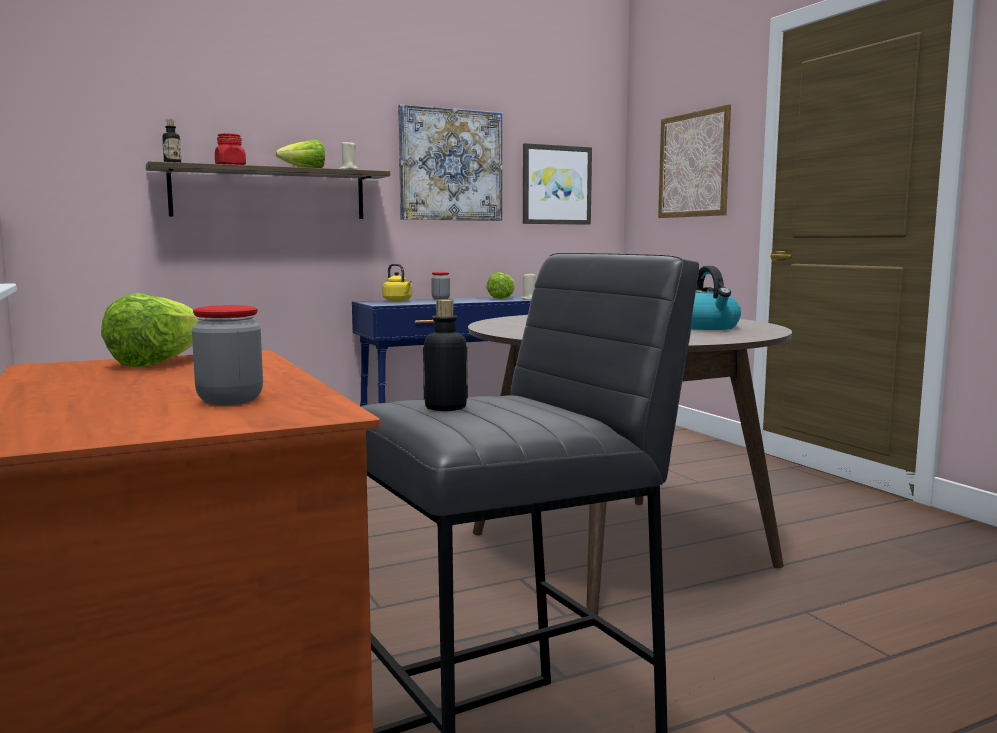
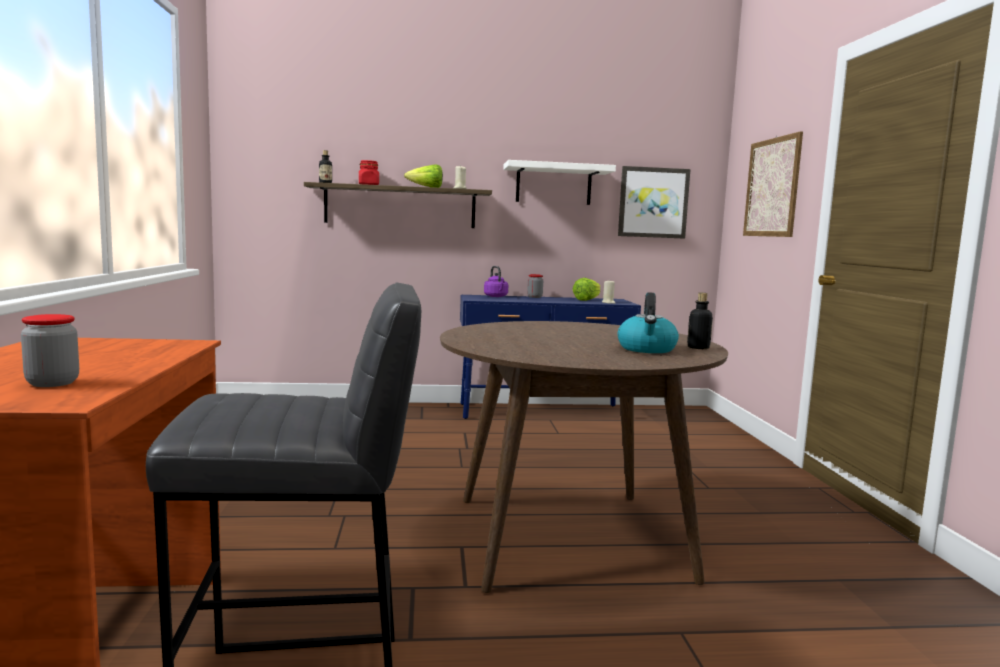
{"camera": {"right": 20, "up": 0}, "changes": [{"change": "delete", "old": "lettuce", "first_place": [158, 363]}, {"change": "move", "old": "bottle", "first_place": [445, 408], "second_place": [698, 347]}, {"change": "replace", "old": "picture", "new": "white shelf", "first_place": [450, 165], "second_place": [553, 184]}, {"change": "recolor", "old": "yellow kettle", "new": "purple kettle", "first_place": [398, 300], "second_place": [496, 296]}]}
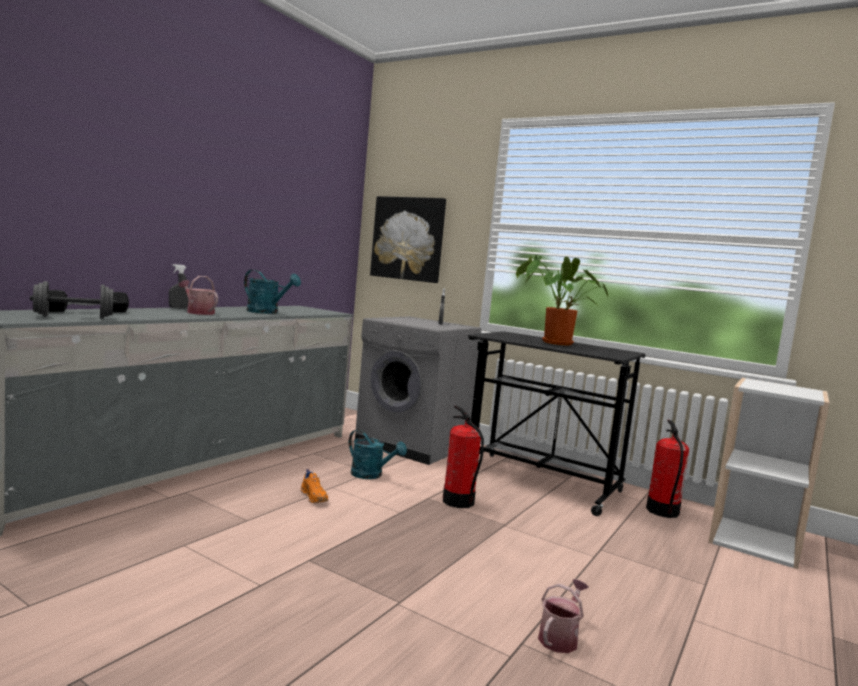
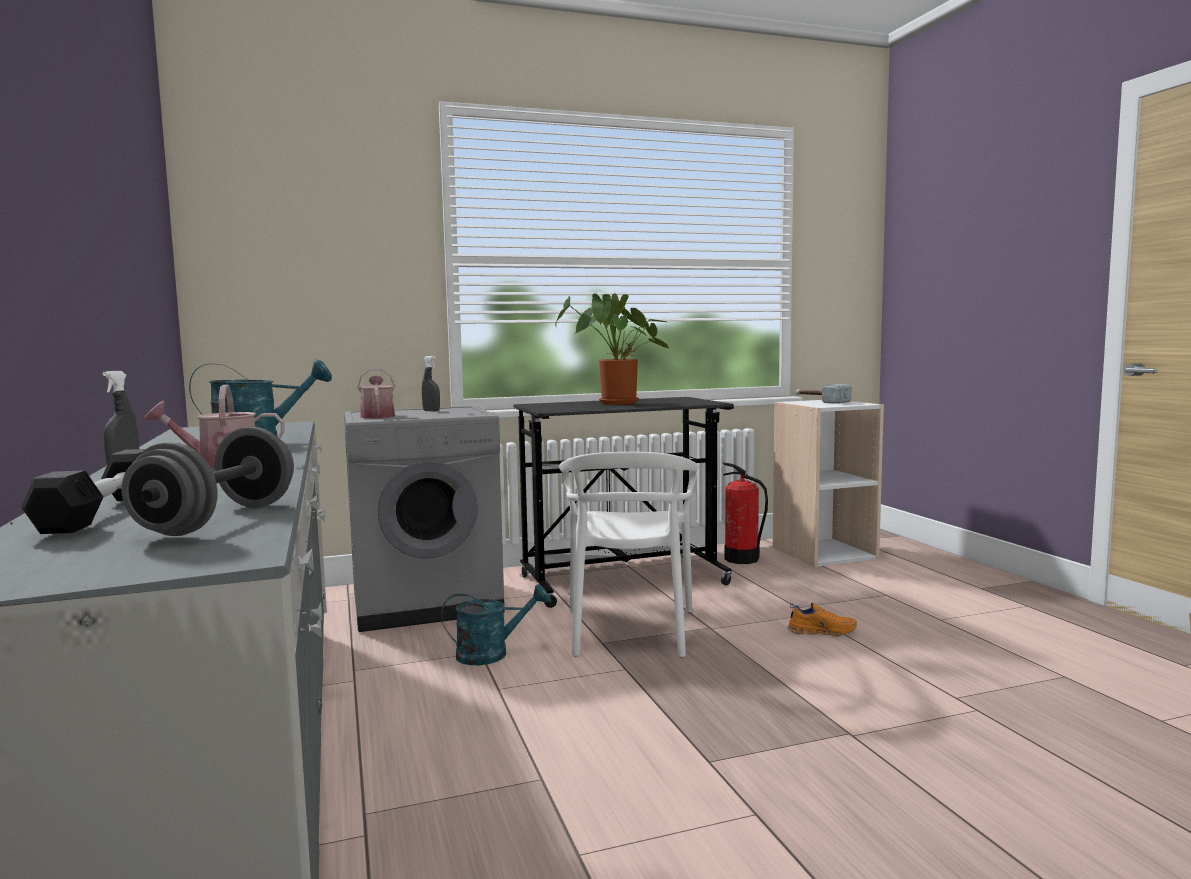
{"camera": {"right": -50, "up": 0}, "changes": [{"change": "delete", "old": "picture", "first_place": [408, 239]}, {"change": "insert", "new": "hammer", "second_place": [820, 401]}, {"change": "move", "old": "orange shoe", "first_place": [314, 497], "second_place": [821, 631]}, {"change": "move", "old": "watering can", "first_place": [560, 637], "second_place": [377, 416]}, {"change": "replace", "old": "fire extinguisher", "new": "white chair", "first_place": [458, 501], "second_place": [629, 631]}]}
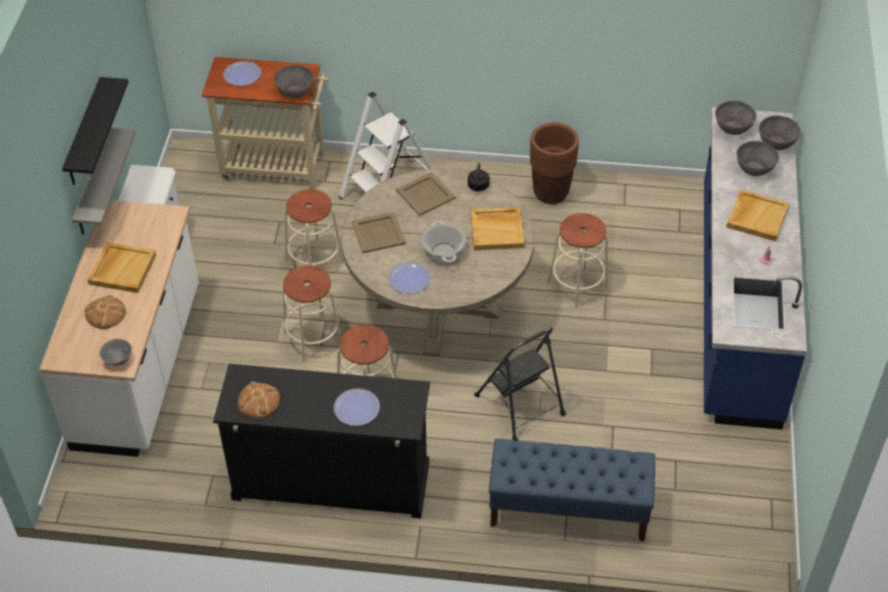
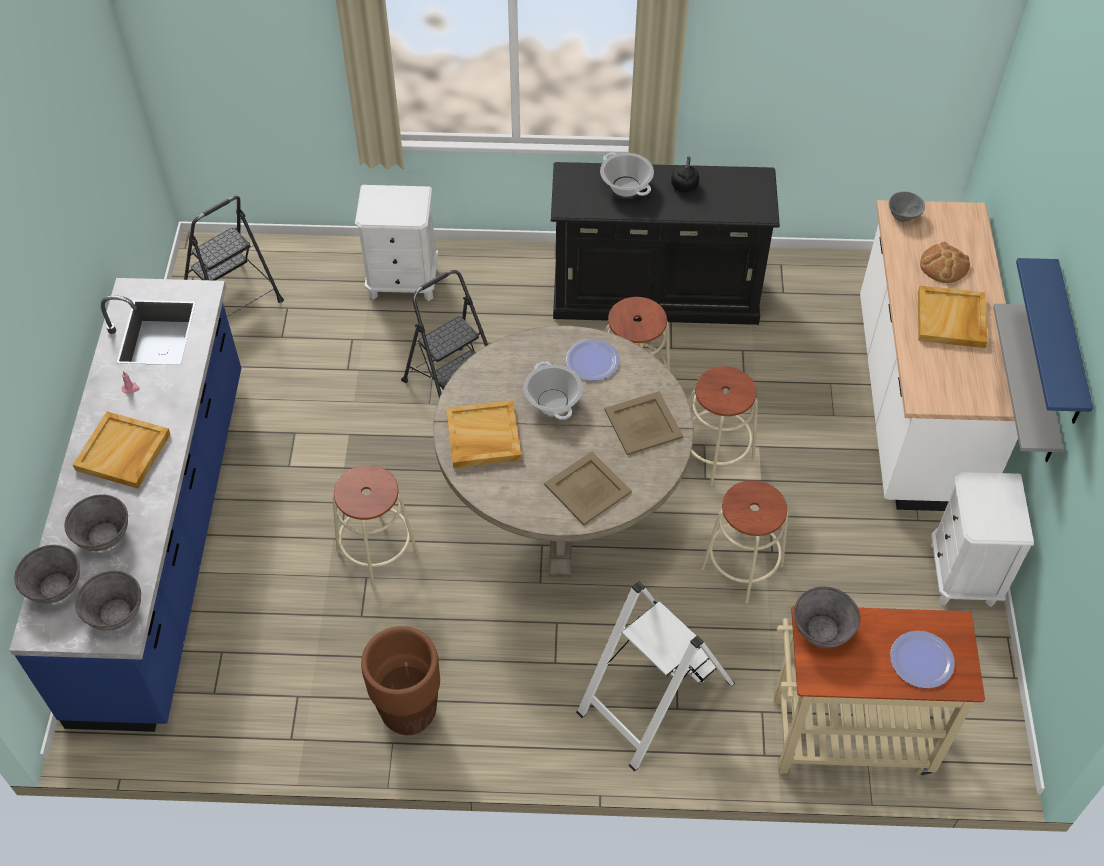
{"camera": {"right": 175, "up": 5}, "changes": [{"change": "delete", "old": "bread", "first_place": [259, 401]}, {"change": "insert", "new": "black step ladder", "second_place": [233, 296]}, {"change": "move", "old": "black kettle", "first_place": [478, 187], "second_place": [684, 184]}, {"change": "replace", "old": "plate", "new": "cooking pot", "first_place": [357, 408], "second_place": [625, 186]}, {"change": "replace", "old": "blue bench", "new": "white nightstand", "first_place": [568, 510], "second_place": [403, 282]}, {"change": "recolor", "old": "black shelf", "new": "blue shelf", "first_place": [84, 134], "second_place": [1068, 346]}]}
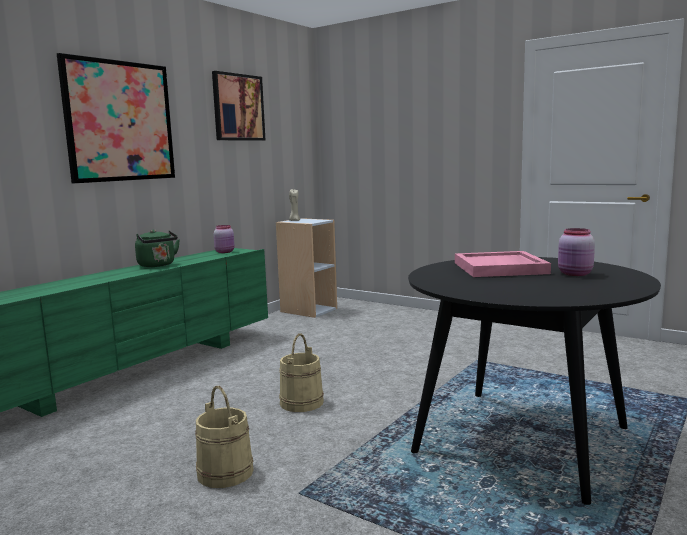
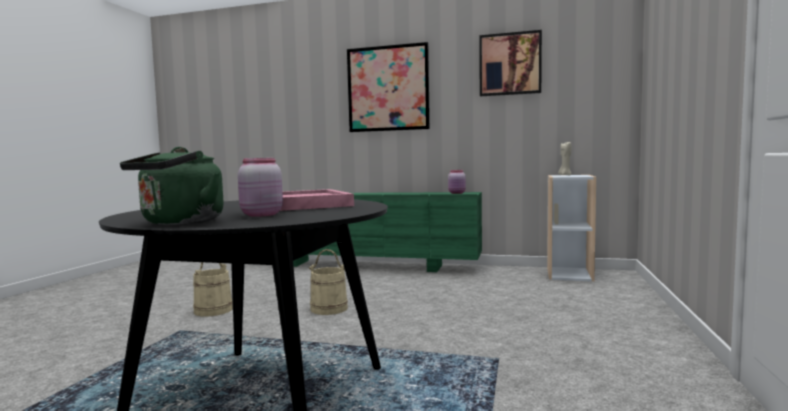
{"camera": {"right": 70, "up": -5}, "changes": [{"change": "move", "old": "green kettle", "first_place": [158, 265], "second_place": [179, 222]}]}
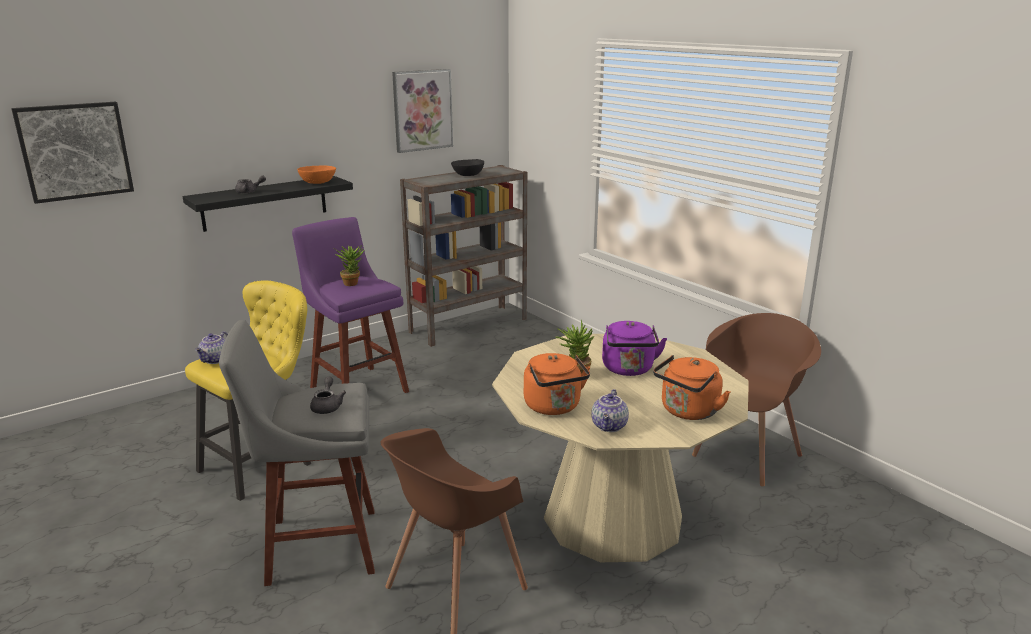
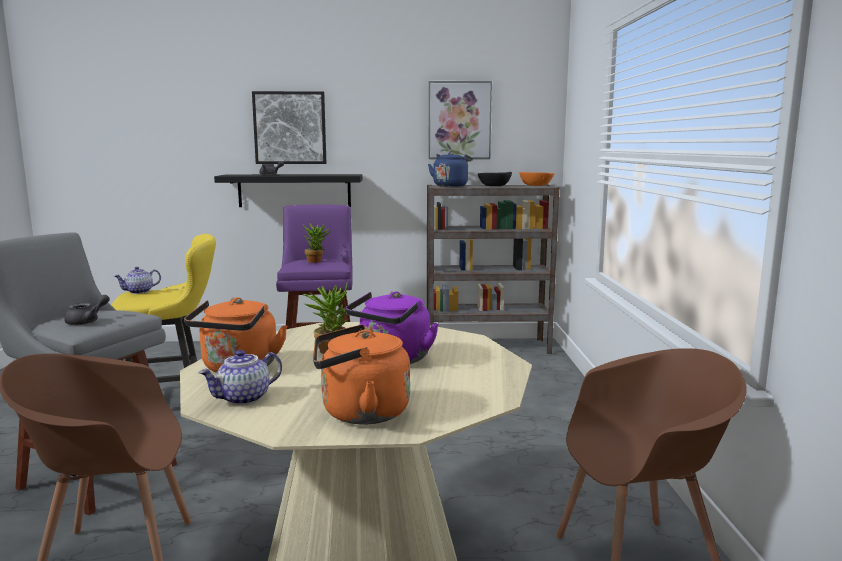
{"camera": {"right": 35, "up": -10}, "changes": [{"change": "insert", "new": "blue kettle", "second_place": [451, 186]}, {"change": "move", "old": "picture", "first_place": [75, 151], "second_place": [290, 128]}, {"change": "move", "old": "orange bowl", "first_place": [317, 182], "second_place": [536, 185]}]}
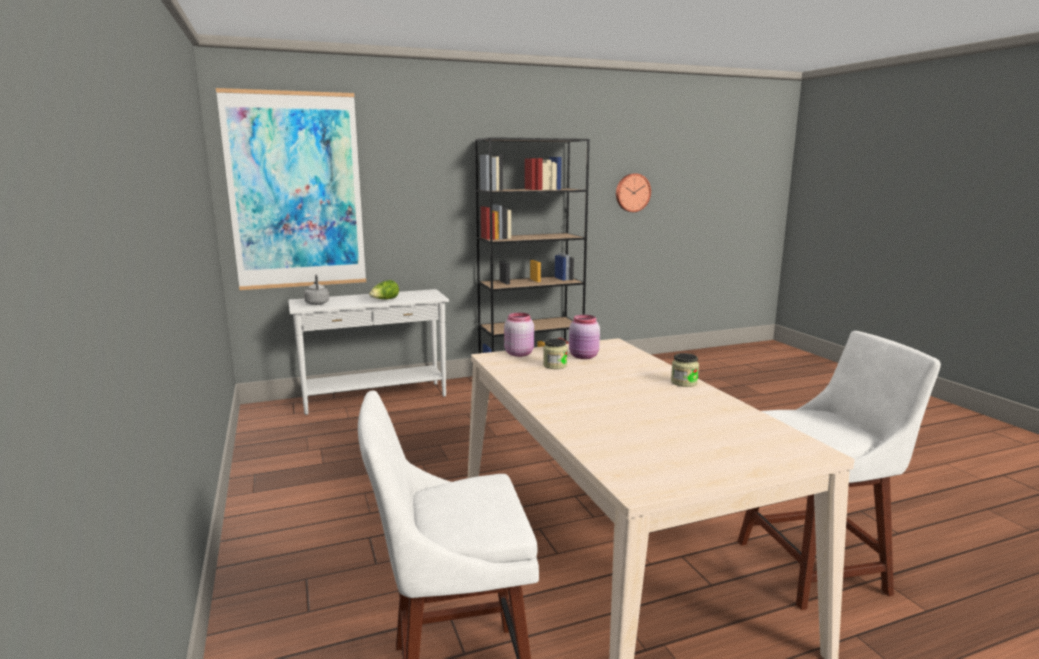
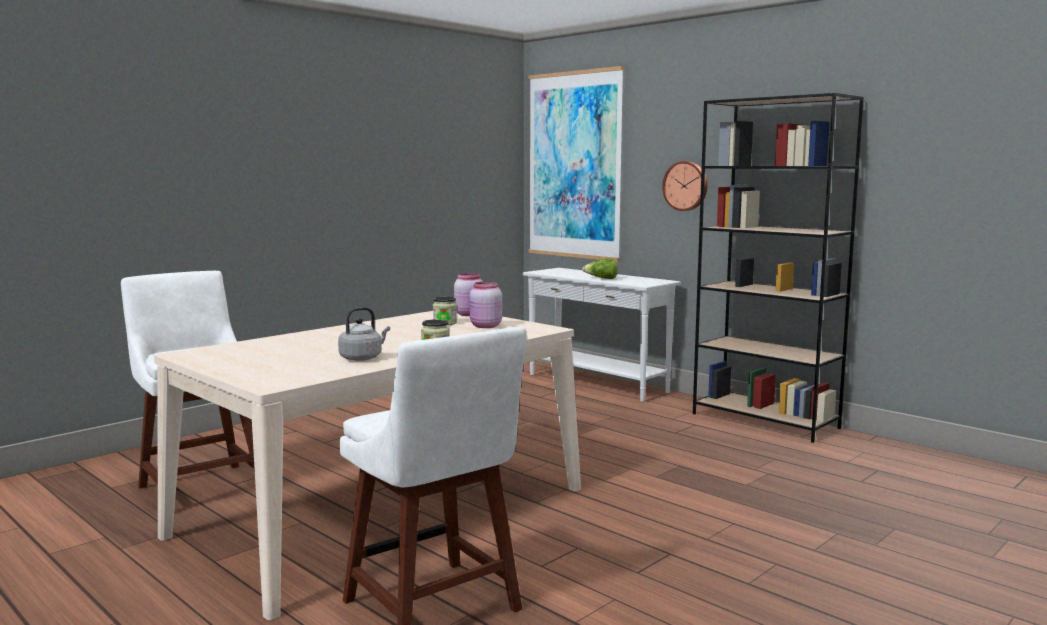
{"camera": {"right": 65, "up": -5}, "changes": [{"change": "move", "old": "grey kettle", "first_place": [317, 303], "second_place": [362, 358]}, {"change": "move", "old": "wall clock", "first_place": [632, 192], "second_place": [686, 186]}]}
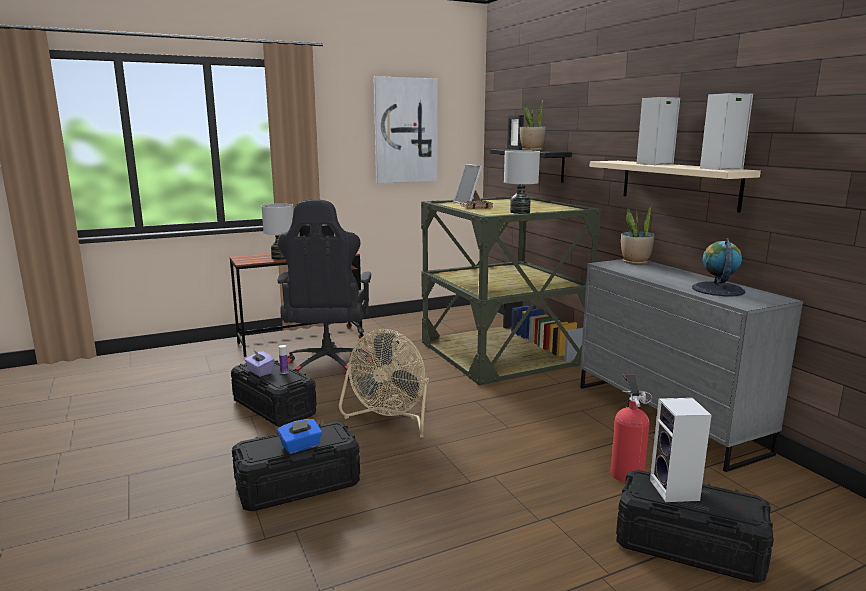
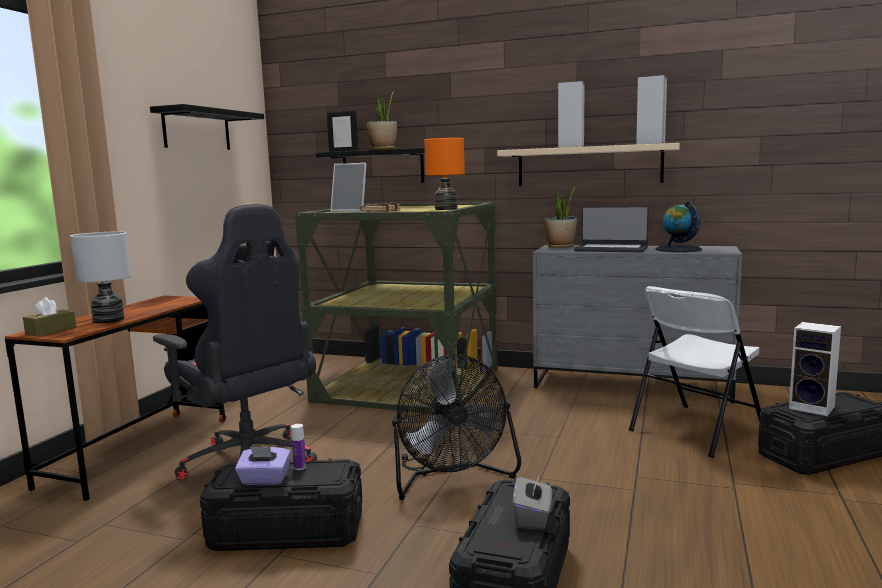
{"camera": {"right": -45, "up": -5}, "changes": [{"change": "insert", "new": "brown tissue box", "second_place": [51, 331]}, {"change": "insert", "new": "laptop", "second_place": [611, 249]}, {"change": "replace", "old": "picture", "new": "black shelf", "first_place": [405, 130], "second_place": [197, 130]}, {"change": "replace", "old": "fire extinguisher", "new": "white chair", "first_place": [626, 472], "second_place": [696, 429]}, {"change": "recolor", "old": "blue tissue box", "new": "grey tissue box", "first_place": [301, 446], "second_place": [532, 518]}, {"change": "recolor", "old": "beige fan", "new": "black fan", "first_place": [389, 419], "second_place": [446, 478]}, {"change": "recolor", "old": "grey table lamp", "new": "orange table lamp", "first_place": [520, 212], "second_place": [446, 209]}]}
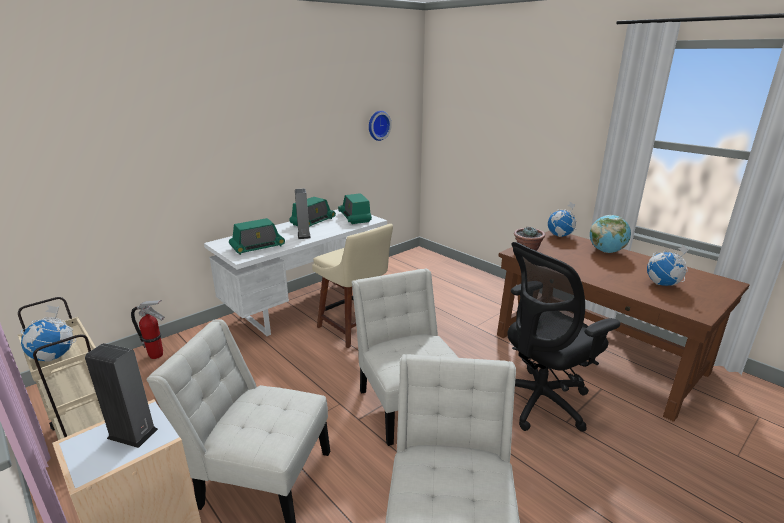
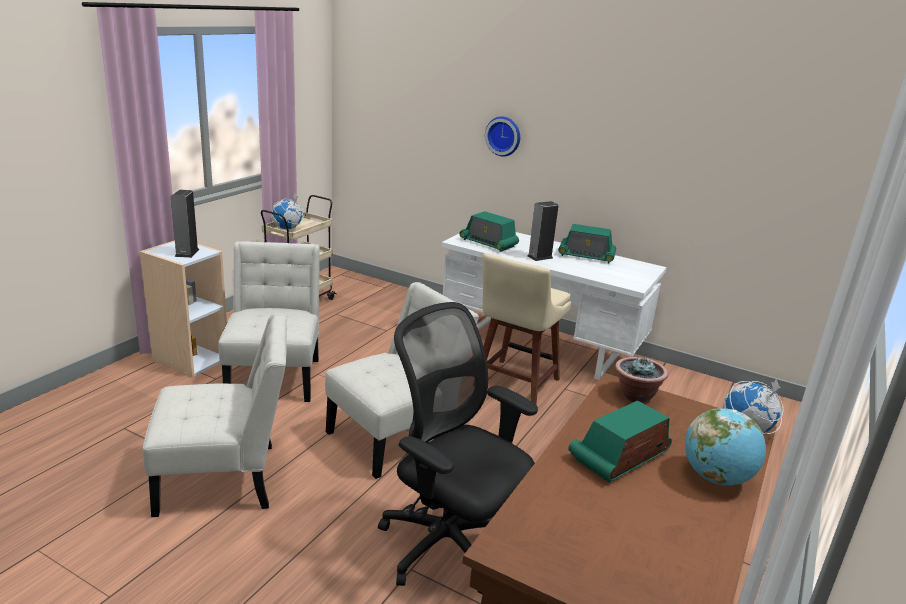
{"camera": {"right": 70, "up": 0}, "changes": [{"change": "delete", "old": "fire extinguisher", "first_place": [157, 355]}, {"change": "delete", "old": "globe", "first_place": [662, 284]}, {"change": "move", "old": "radio", "first_place": [355, 217], "second_place": [619, 456]}, {"change": "move", "old": "wall clock", "first_place": [378, 125], "second_place": [504, 136]}]}
